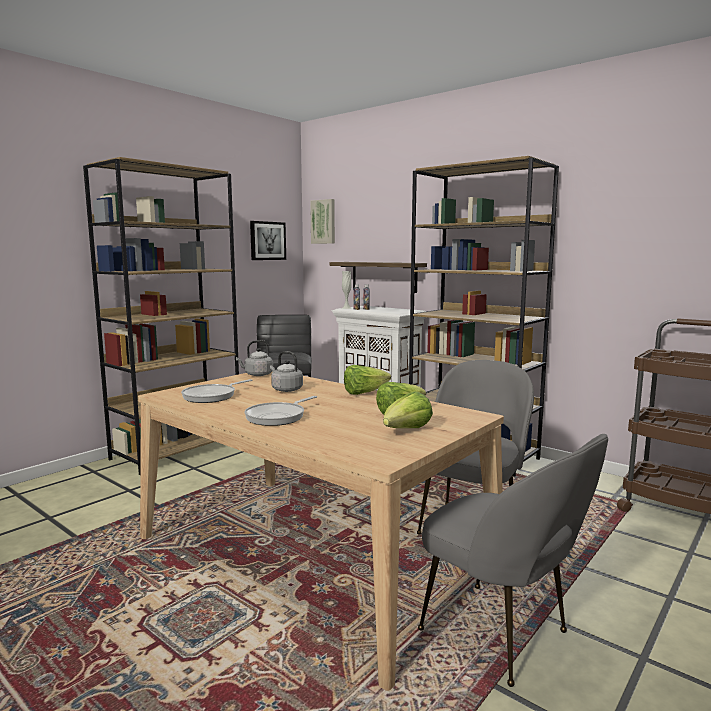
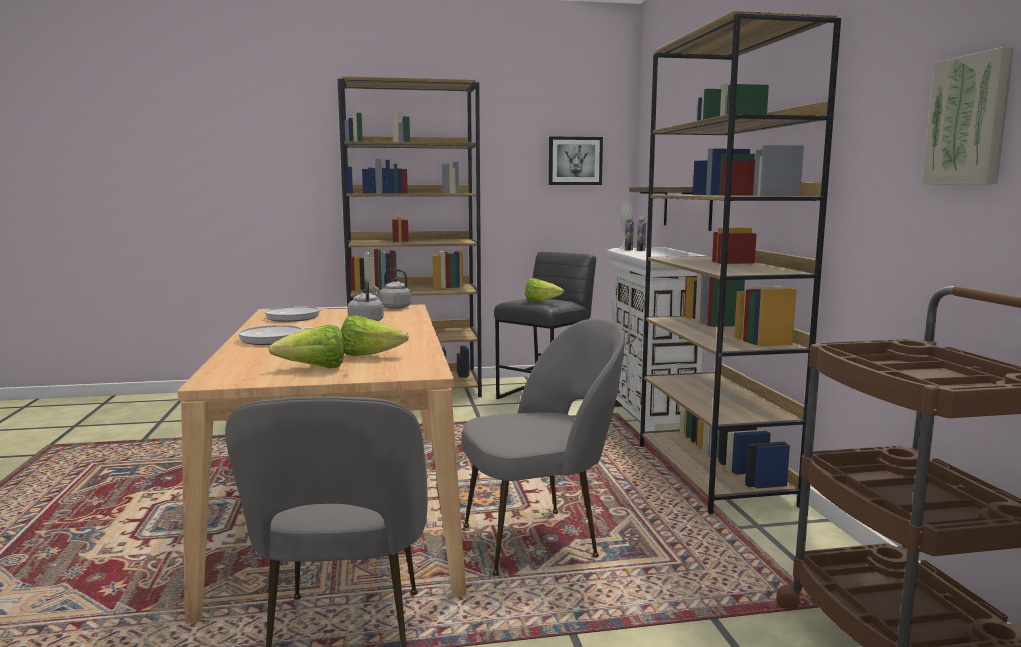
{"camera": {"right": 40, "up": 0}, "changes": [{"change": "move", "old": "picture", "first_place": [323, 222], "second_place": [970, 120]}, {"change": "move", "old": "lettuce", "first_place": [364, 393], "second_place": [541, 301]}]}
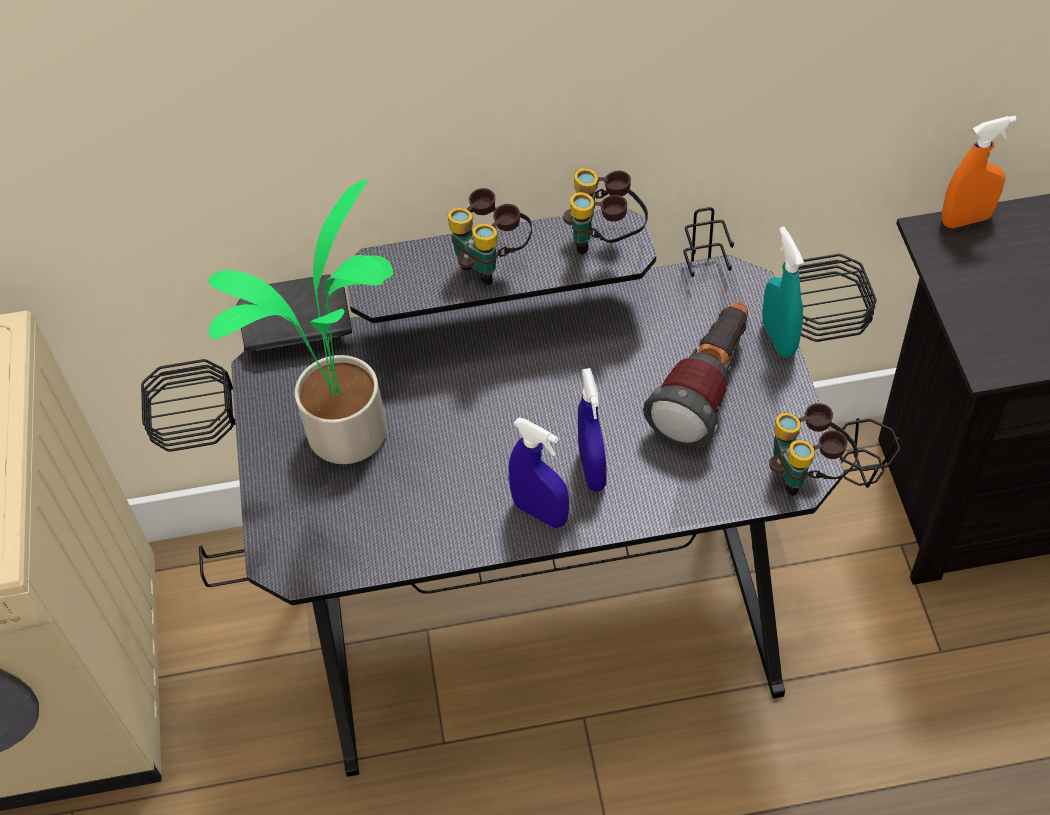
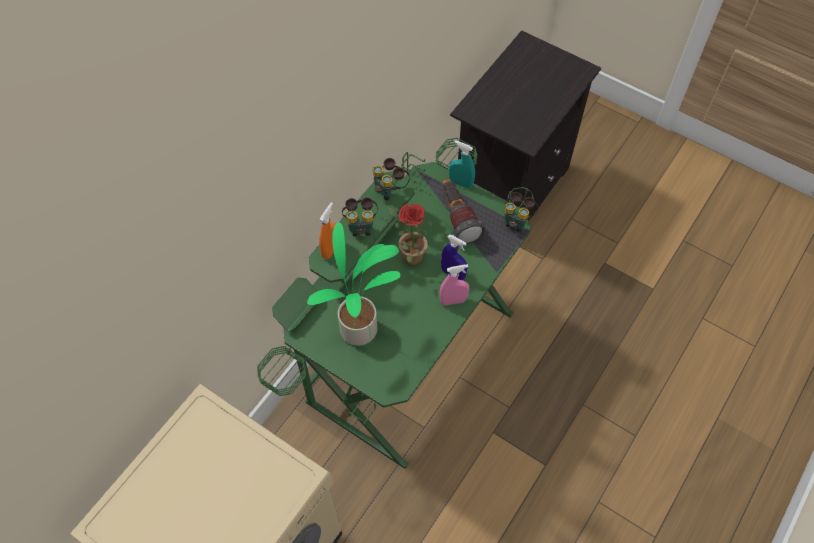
{"camera": {"right": -50, "up": 5}, "changes": [{"change": "insert", "new": "potted plant", "second_place": [408, 255]}, {"change": "move", "old": "orange spray bottle", "first_place": [966, 219], "second_place": [331, 249]}, {"change": "recolor", "old": "black desk", "new": "green desk", "first_place": [542, 606], "second_place": [406, 353]}, {"change": "recolor", "old": "blue spray bottle", "new": "pink spray bottle", "first_place": [540, 512], "second_place": [453, 301]}]}
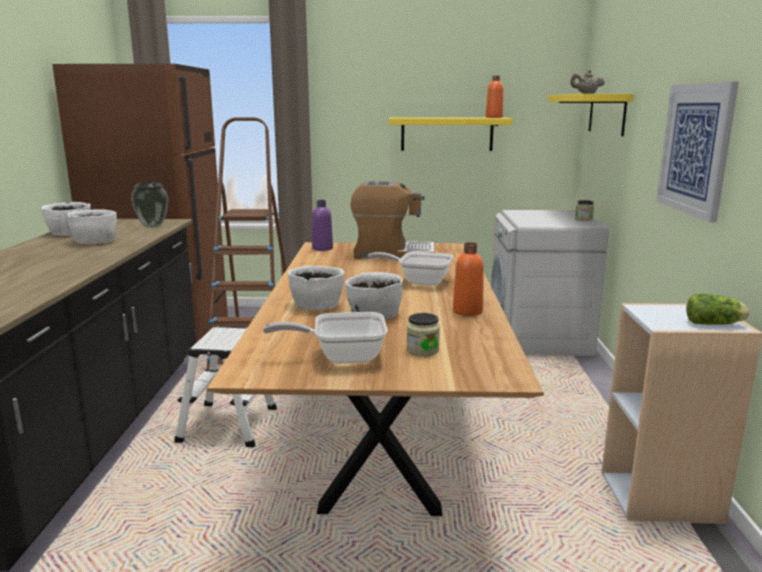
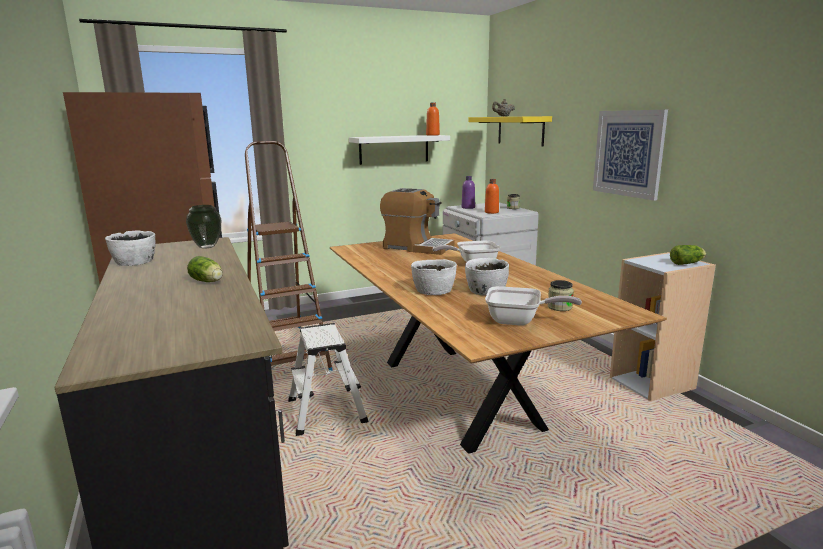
{"camera": {"right": -25, "up": 0}, "changes": [{"change": "delete", "old": "white bowl", "first_place": [96, 241]}, {"change": "insert", "new": "lettuce", "second_place": [208, 281]}, {"change": "move", "old": "purple bottle", "first_place": [322, 248], "second_place": [468, 207]}, {"change": "move", "old": "orange bottle", "first_place": [467, 311], "second_place": [491, 212]}, {"change": "recolor", "old": "yellow shelf", "new": "white shelf", "first_place": [447, 134], "second_place": [394, 149]}, {"change": "rotate", "old": "frying pan", "first_place": [341, 357], "second_place": [519, 321], "degrees": -135}, {"change": "rotate", "old": "coffee machine", "first_place": [392, 254], "second_place": [417, 247], "degrees": 45}]}
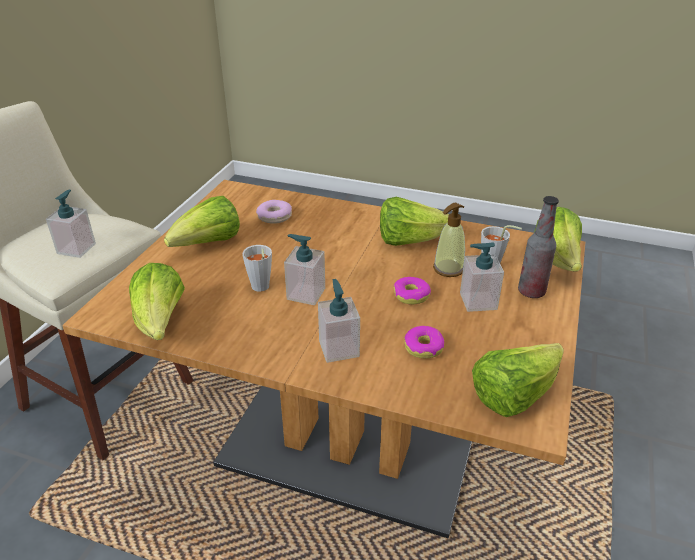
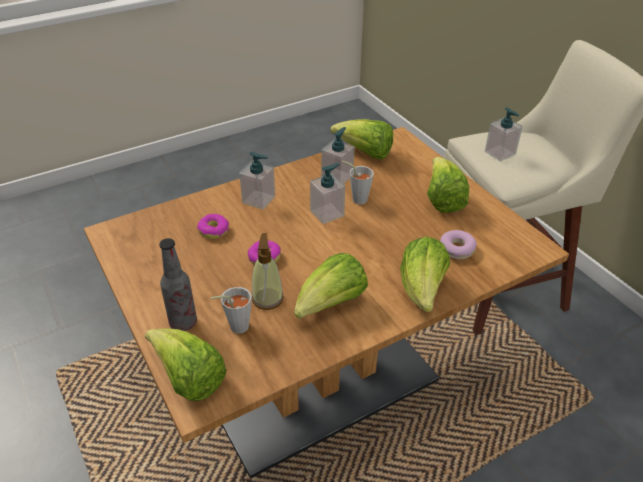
{"camera": {"right": 130, "up": 5}, "changes": [{"change": "move", "old": "soap dispenser", "first_place": [478, 301], "second_place": [337, 177]}, {"change": "move", "old": "lettuce", "first_place": [513, 395], "second_place": [422, 290]}]}
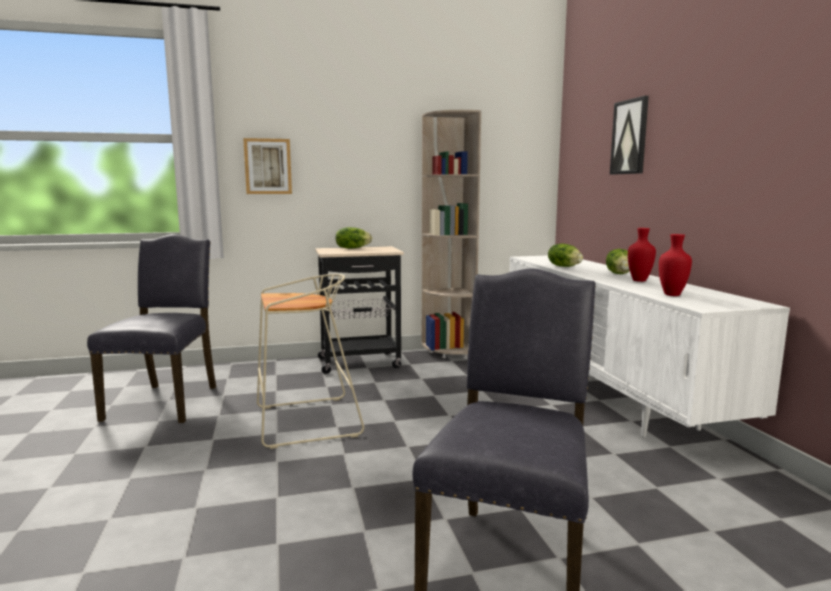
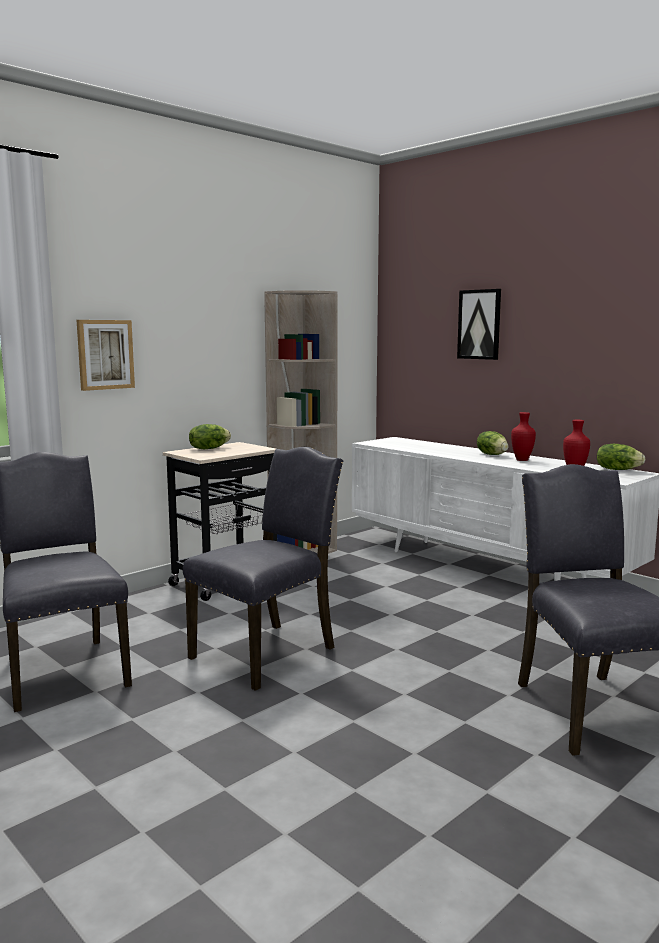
{"camera": {"right": -30, "up": 0}, "changes": [{"change": "move", "old": "lettuce", "first_place": [564, 266], "second_place": [617, 469]}, {"change": "replace", "old": "beige stool", "new": "grey chair", "first_place": [305, 422], "second_place": [267, 652]}]}
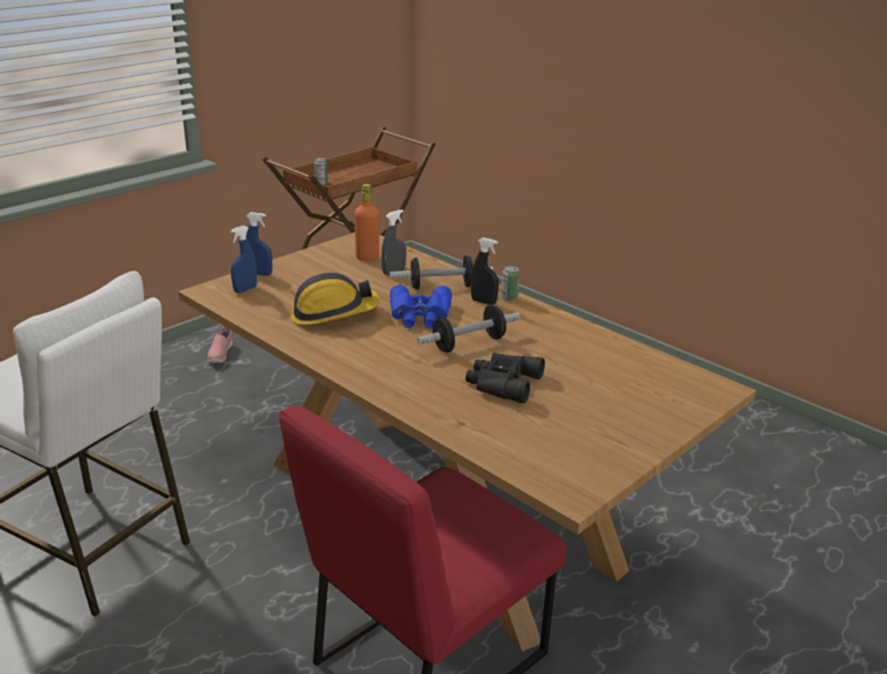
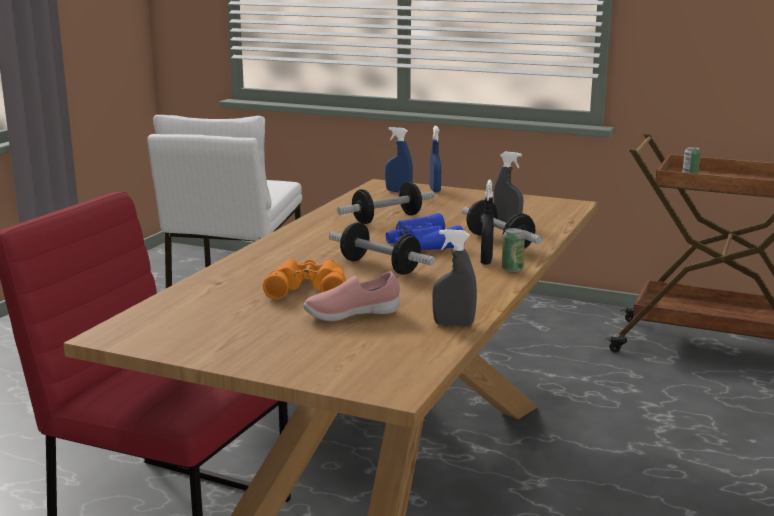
{"camera": {"right": 70, "up": -10}, "changes": [{"change": "delete", "old": "orange bottle", "first_place": [367, 258]}, {"change": "insert", "new": "grey spray bottle", "second_place": [453, 324]}, {"change": "move", "old": "pink shoe", "first_place": [220, 355], "second_place": [351, 315]}, {"change": "replace", "old": "hard hat", "new": "dumbbell", "first_place": [333, 313], "second_place": [387, 219]}, {"change": "recolor", "old": "black binoculars", "new": "orange binoculars", "first_place": [501, 383], "second_place": [308, 287]}]}
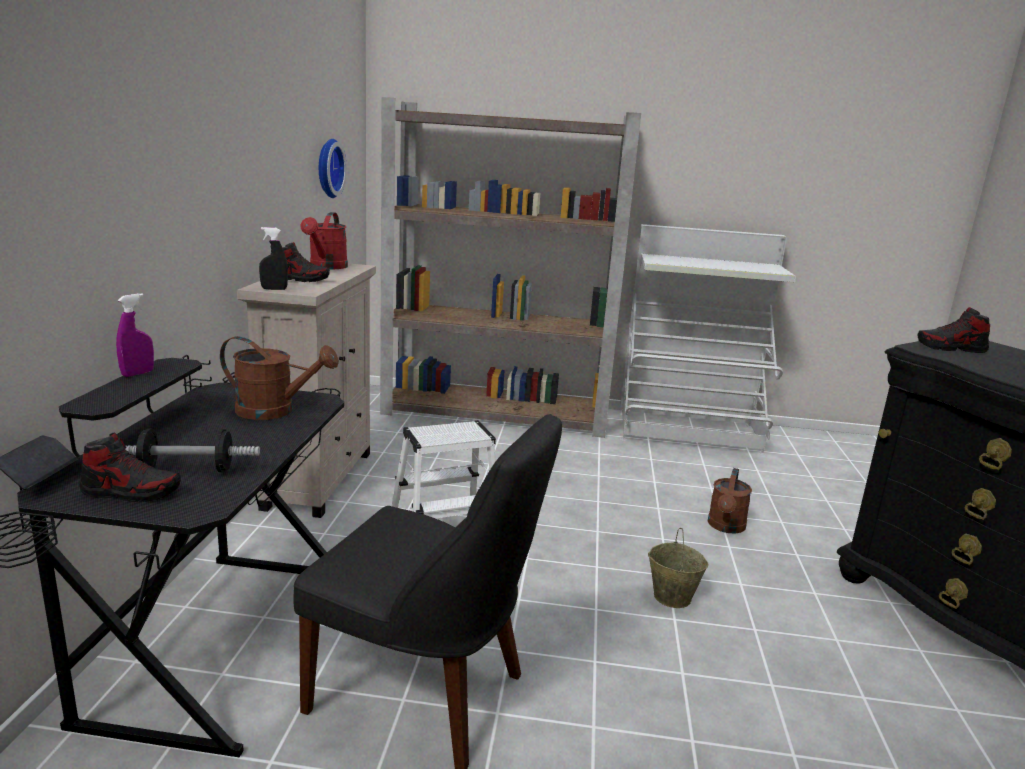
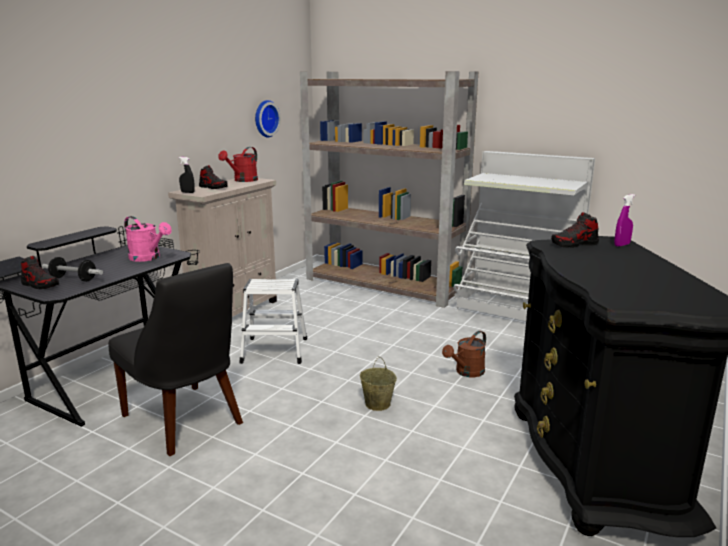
{"camera": {"right": 25, "up": 0}, "changes": [{"change": "move", "old": "purple spray bottle", "first_place": [138, 373], "second_place": [621, 245]}, {"change": "recolor", "old": "brown watering can", "new": "pink watering can", "first_place": [275, 411], "second_place": [148, 258]}, {"change": "rotate", "old": "shoe", "first_place": [951, 348], "second_place": [574, 244], "degrees": -45}]}
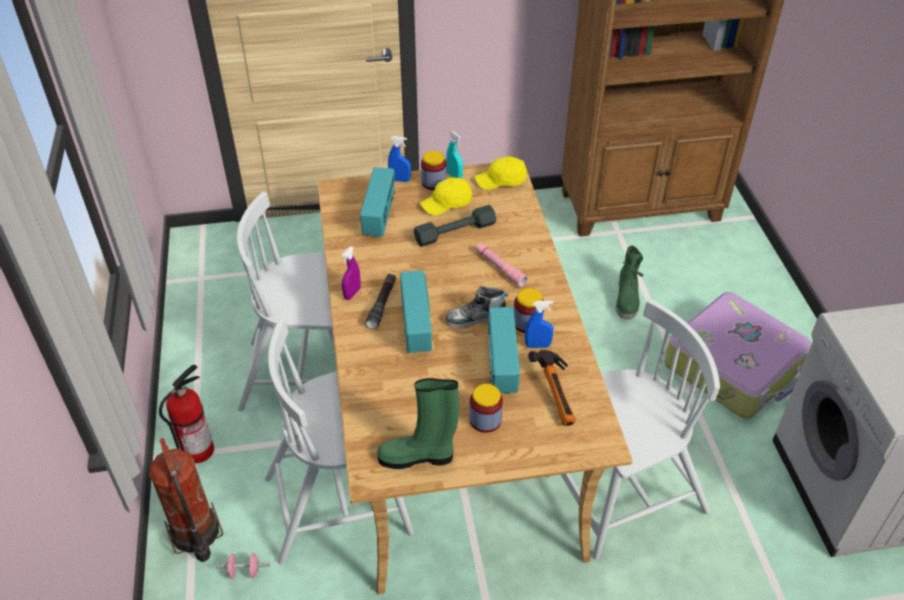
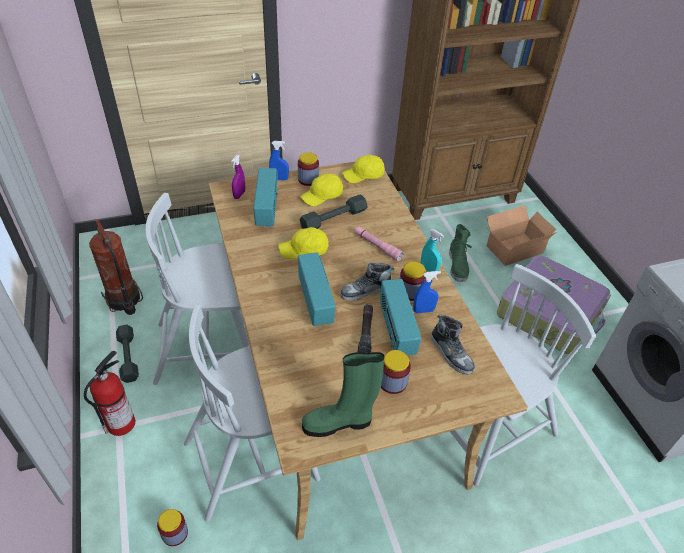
{"camera": {"right": -10, "up": 0}, "changes": [{"change": "insert", "new": "grey dumbbell", "second_place": [128, 357]}, {"change": "insert", "new": "yellow cap", "second_place": [304, 250]}, {"change": "insert", "new": "cardboard box", "second_place": [512, 248]}, {"change": "move", "old": "fire extinguisher", "first_place": [195, 535], "second_place": [123, 301]}, {"change": "move", "old": "purple spray bottle", "first_place": [352, 293], "second_place": [239, 195]}, {"change": "move", "old": "black flashlight", "first_place": [382, 304], "second_place": [365, 335]}, {"change": "move", "old": "turquoise spray bottle", "first_place": [454, 176], "second_place": [428, 270]}, {"change": "replace", "old": "pink dumbbell", "new": "jar", "first_place": [244, 572], "second_place": [175, 533]}, {"change": "replace", "old": "hammer", "new": "shoe", "first_place": [559, 395], "second_place": [451, 353]}]}
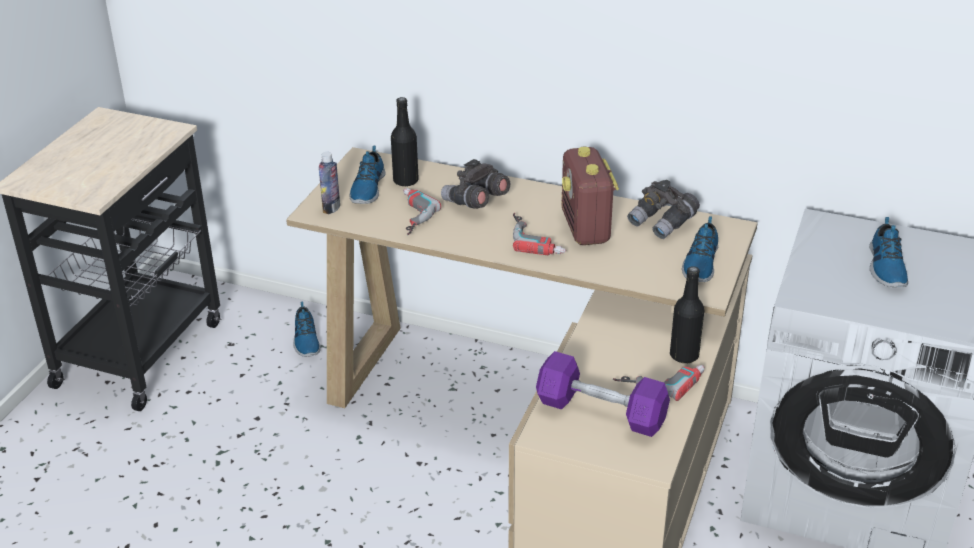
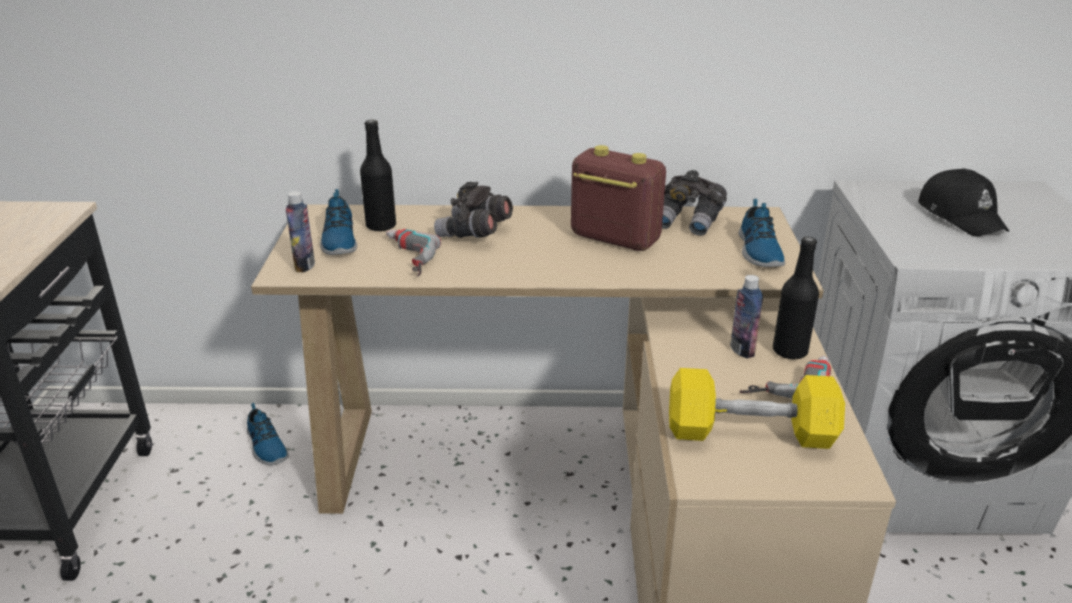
{"camera": {"right": -20, "up": -5}, "changes": [{"change": "delete", "old": "power drill", "first_place": [538, 238]}, {"change": "insert", "new": "bottle", "second_place": [742, 350]}, {"change": "replace", "old": "shoe", "new": "black cap", "first_place": [885, 267], "second_place": [961, 216]}, {"change": "recolor", "old": "purple dumbbell", "new": "yellow dumbbell", "first_place": [601, 411], "second_place": [750, 432]}, {"change": "rotate", "old": "radio", "first_place": [586, 228], "second_place": [614, 238], "degrees": 150}]}
